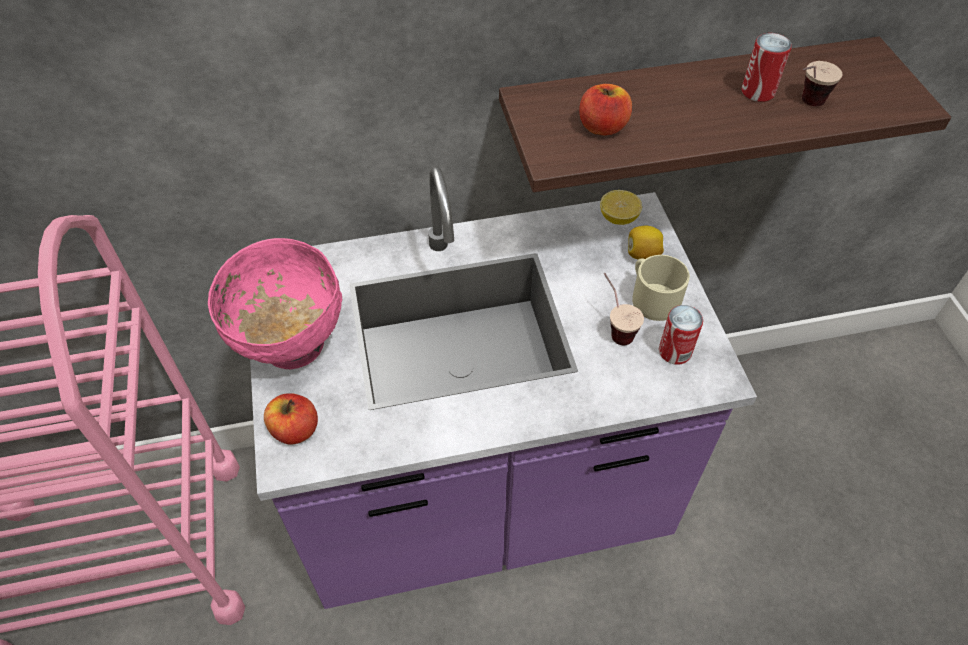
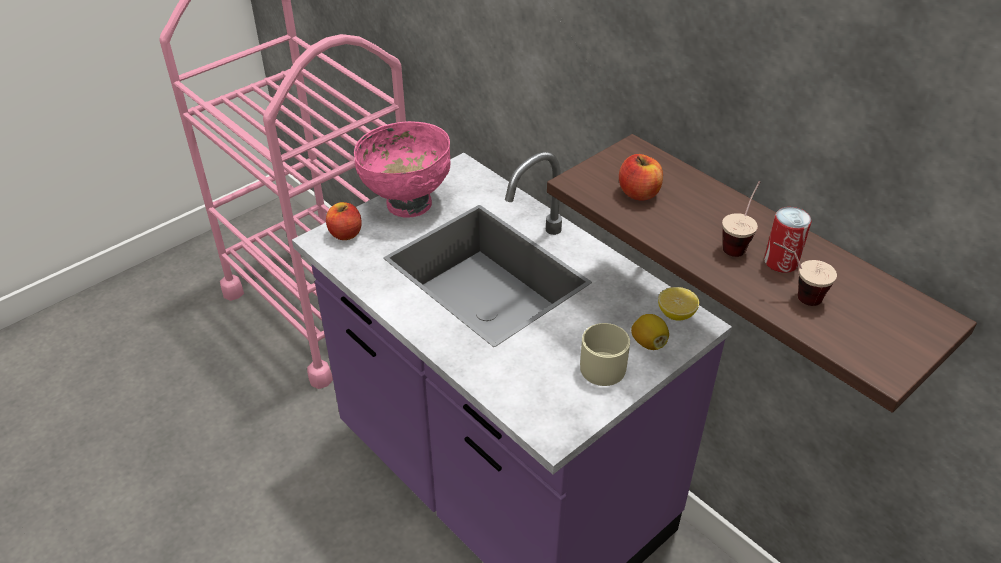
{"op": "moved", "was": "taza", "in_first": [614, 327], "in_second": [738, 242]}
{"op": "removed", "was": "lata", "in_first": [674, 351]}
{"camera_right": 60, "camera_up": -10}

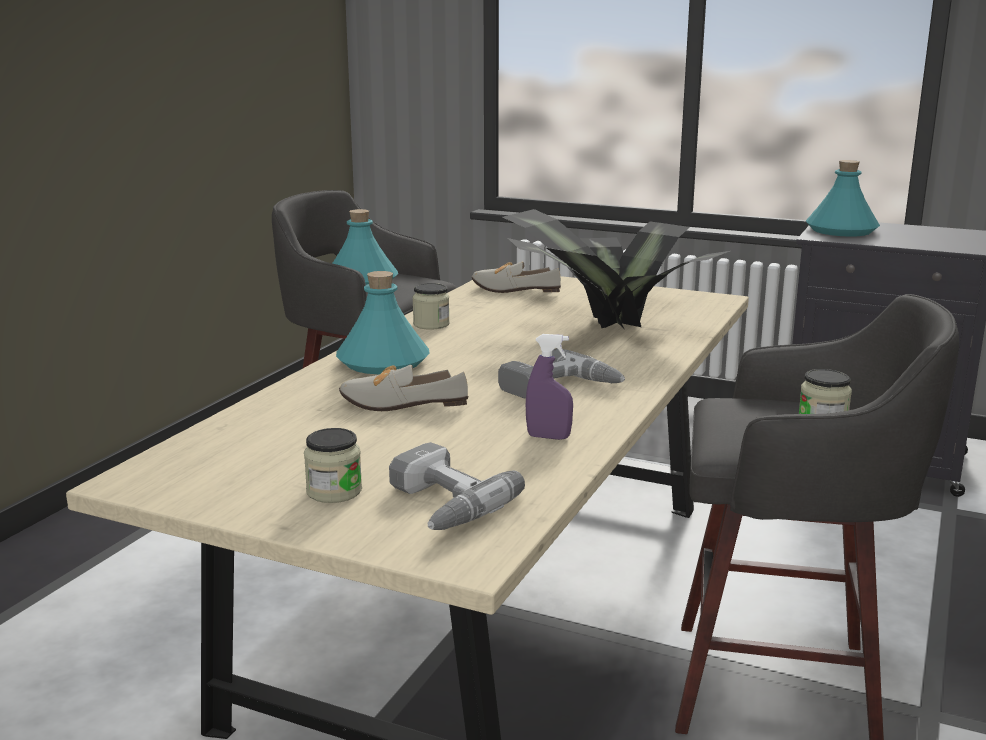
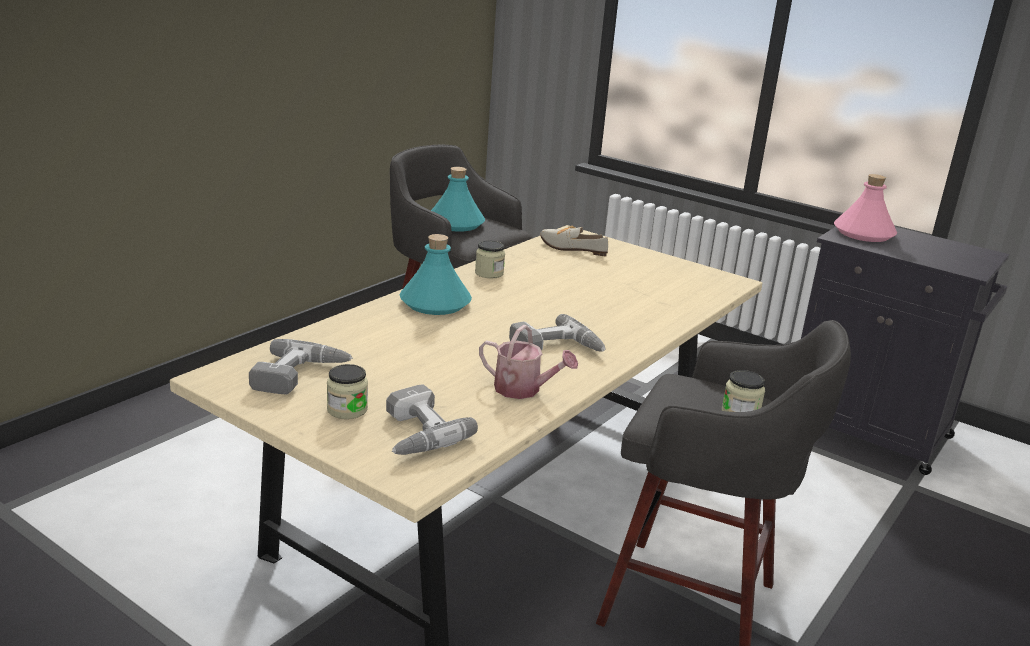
{"op": "added", "now": "taladro", "in_second": [300, 376]}
{"op": "replaced", "was": "pulverizador/morado", "now": "regadera", "in_first": [548, 437], "in_second": [523, 390]}
{"op": "recoloured", "was": "botella/turquesa", "now": "botella/rosa", "in_first": [841, 230], "in_second": [863, 233]}
{"op": "removed", "was": "zapato", "in_first": [396, 403]}
{"op": "removed", "was": "planta en maceta", "in_first": [602, 323]}
{"camera_right": 10, "camera_up": 5}

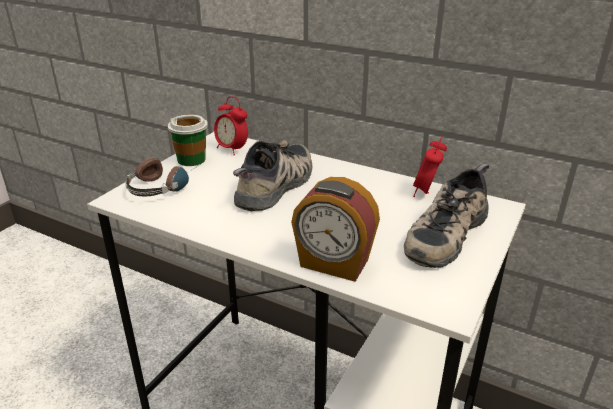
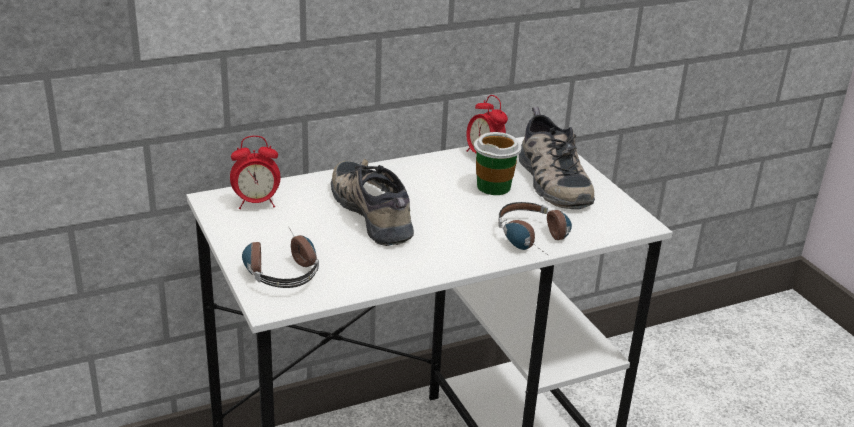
{"op": "moved", "was": "taza", "in_first": [191, 160], "in_second": [494, 186]}
{"op": "replaced", "was": "despertador", "now": "auriculares", "in_first": [333, 264], "in_second": [537, 240]}
{"camera_right": -55, "camera_up": 0}

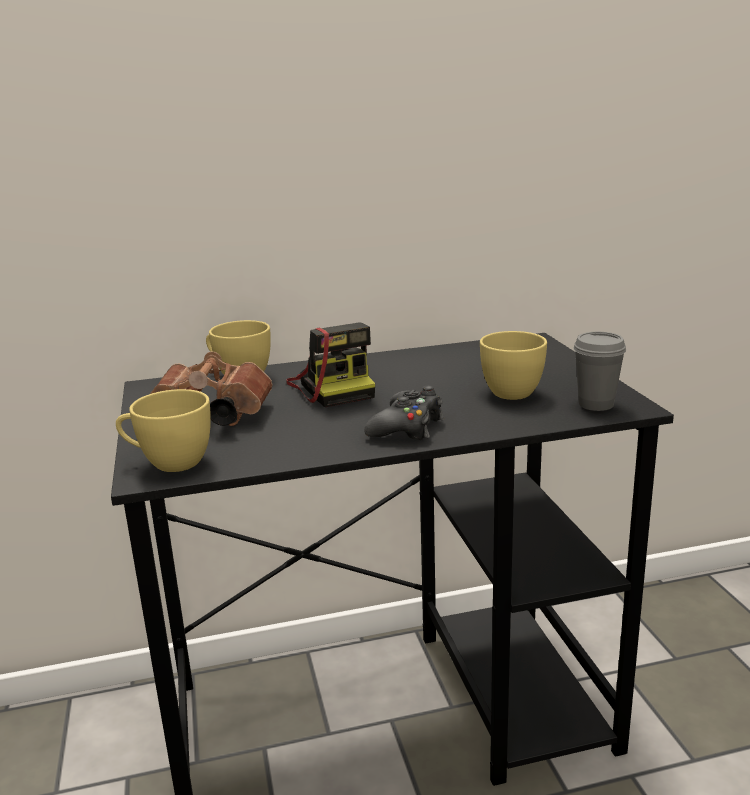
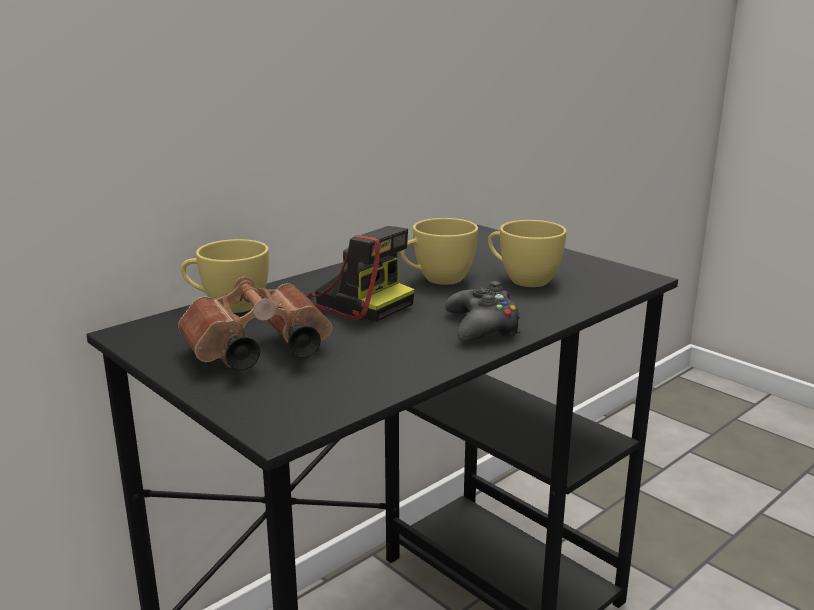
{"op": "moved", "was": "taza/amarillo", "in_first": [168, 463], "in_second": [437, 280]}
{"op": "removed", "was": "taza/gris", "in_first": [596, 404]}
{"camera_right": -30, "camera_up": 0}

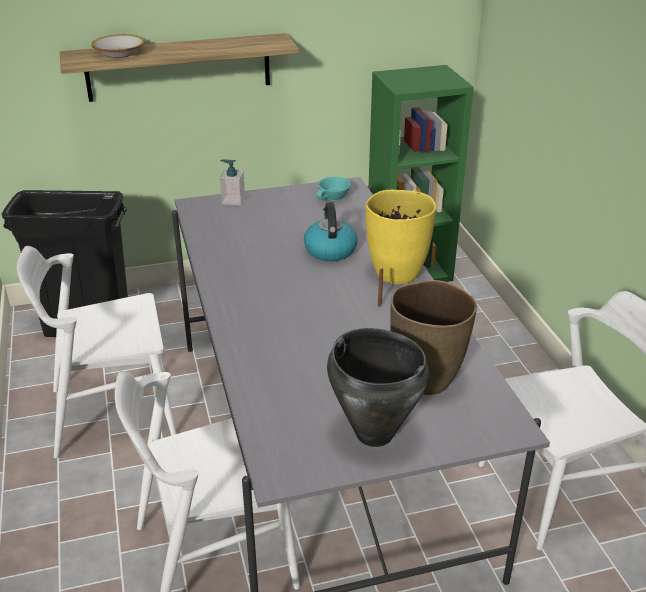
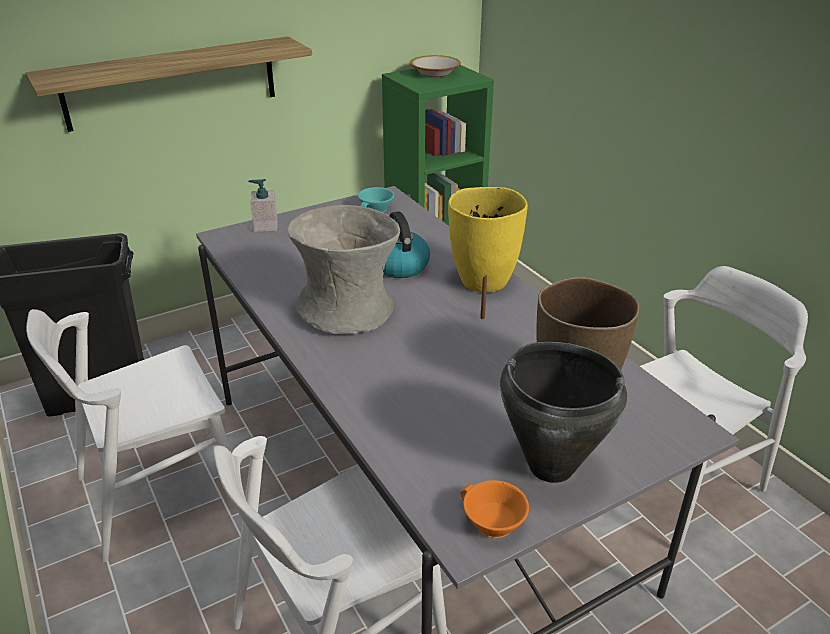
{"op": "added", "now": "florero/gris", "in_second": [348, 308]}
{"op": "moved", "was": "cuenco", "in_first": [119, 53], "in_second": [434, 73]}
{"op": "added", "now": "taza/naranja", "in_second": [491, 523]}
{"camera_right": -15, "camera_up": 0}

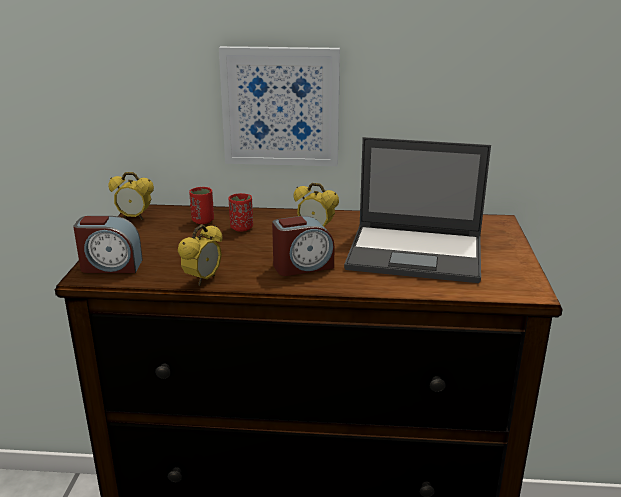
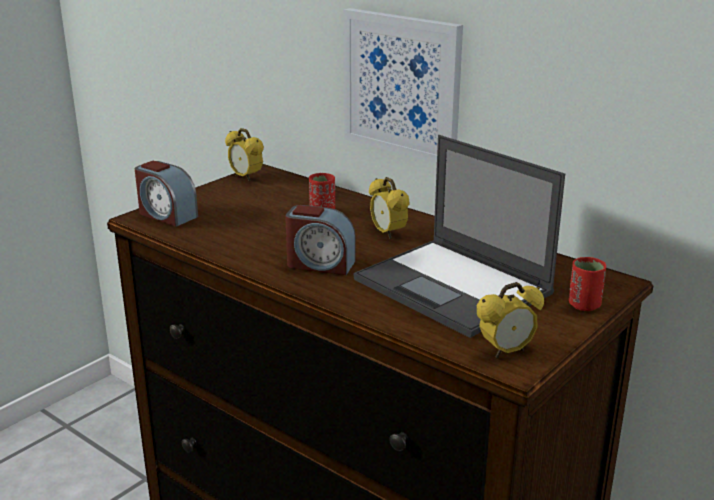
{"op": "moved", "was": "despertador", "in_first": [203, 280], "in_second": [506, 352]}
{"op": "moved", "was": "taza/rojo", "in_first": [203, 221], "in_second": [584, 305]}
{"camera_right": 35, "camera_up": 0}

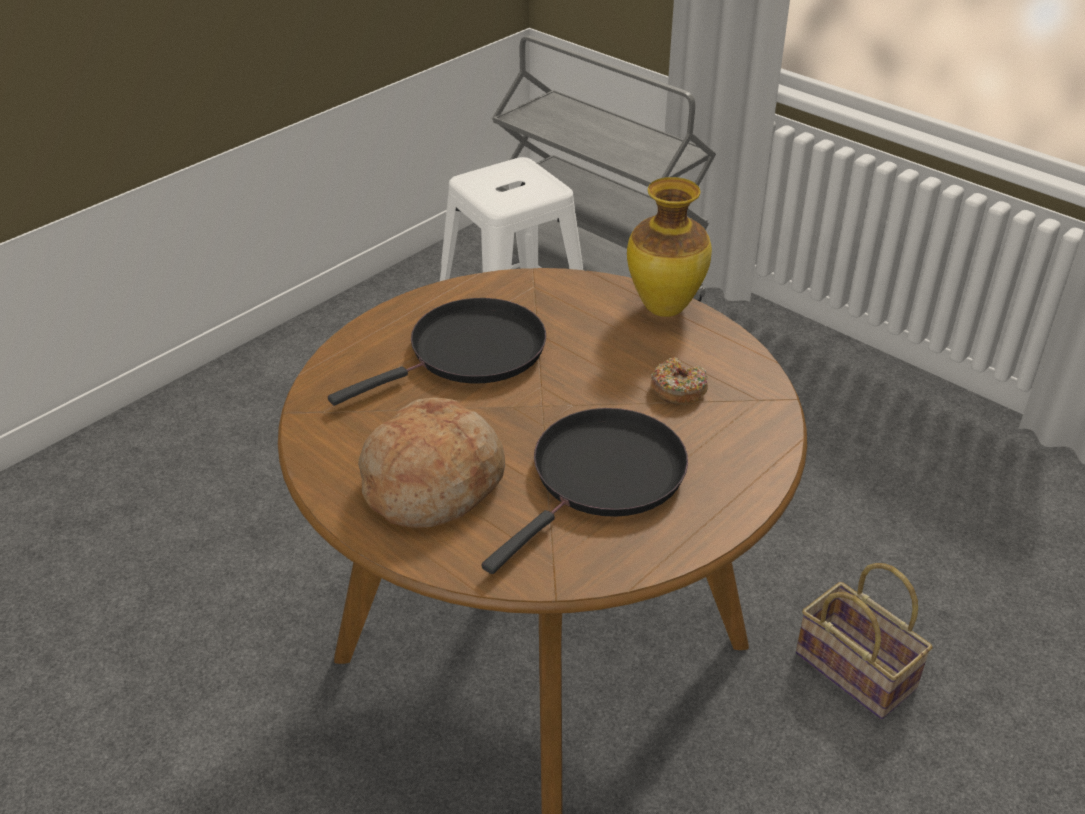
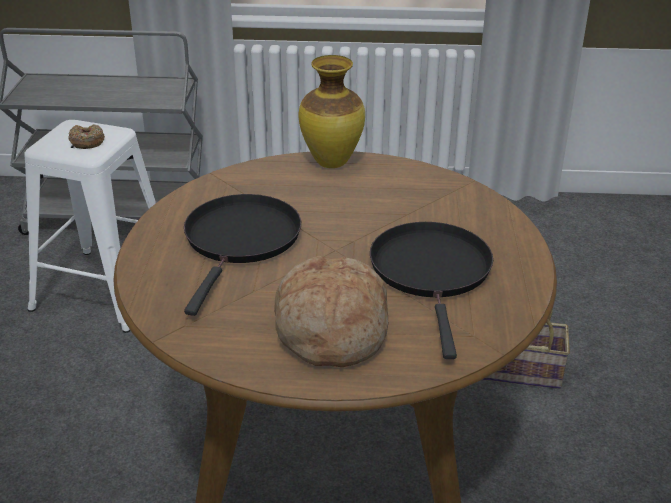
{"op": "moved", "was": "rosquilla", "in_first": [678, 390], "in_second": [87, 142]}
{"camera_right": -40, "camera_up": -5}

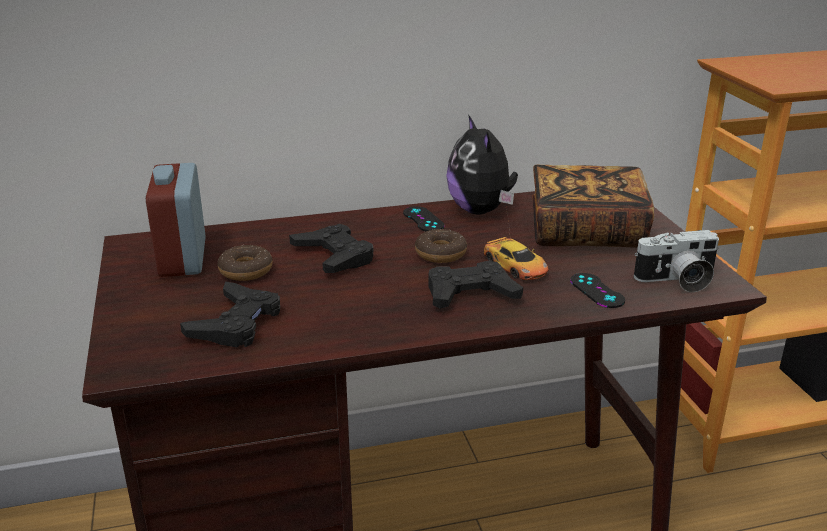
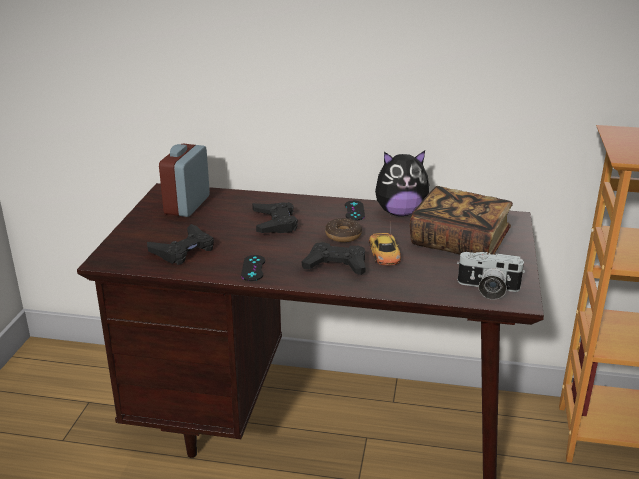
{"op": "moved", "was": "mando de consola/negro", "in_first": [597, 291], "in_second": [253, 268]}
{"op": "turned", "was": "peluche", "in_first": [481, 210], "in_second": [400, 212], "clockwise": -105}
{"op": "removed", "was": "rosquilla", "in_first": [246, 270]}
{"camera_right": 25, "camera_up": 0}

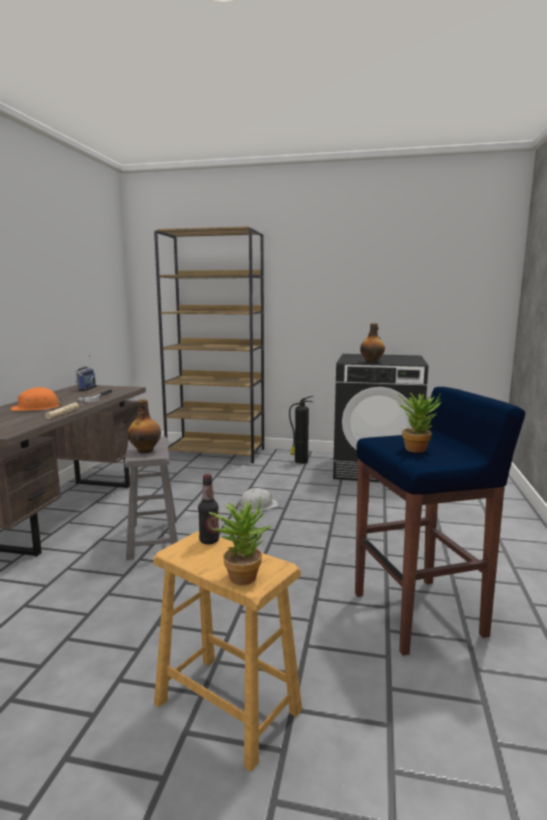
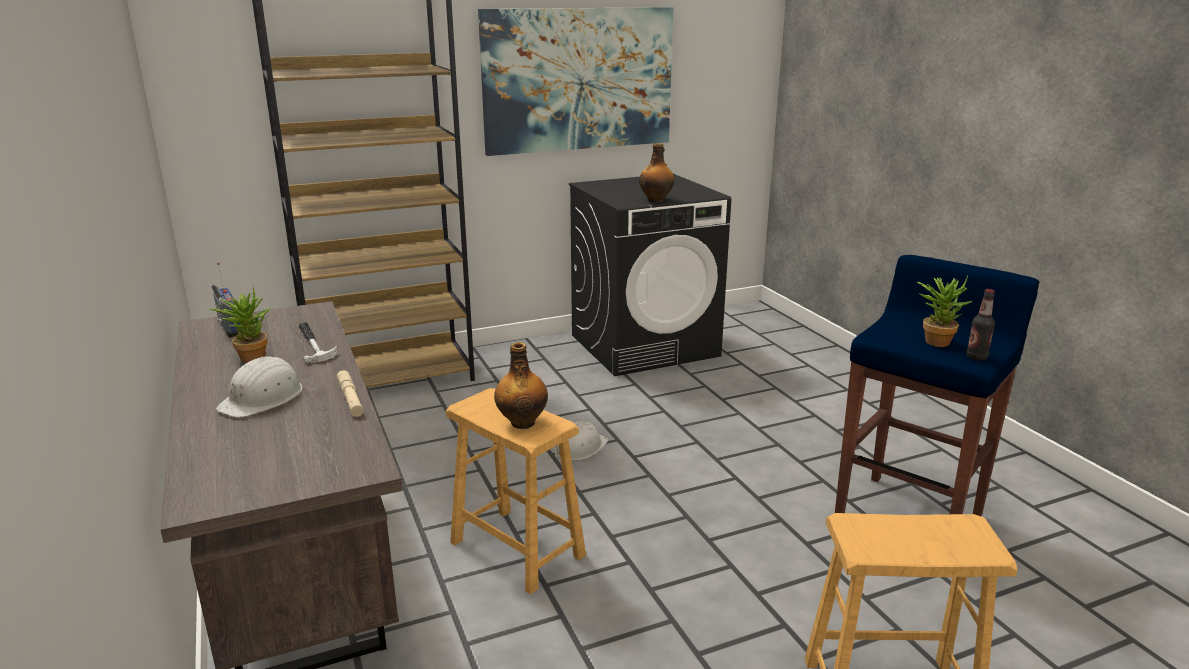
{"op": "moved", "was": "planta en maceta", "in_first": [241, 575], "in_second": [249, 357]}
{"op": "recoloured", "was": "casco/naranja", "now": "casco/blanco", "in_first": [37, 408], "in_second": [263, 398]}
{"op": "recoloured", "was": "taburete/gris", "now": "taburete/marrón", "in_first": [153, 539], "in_second": [517, 549]}
{"op": "added", "now": "cuadro", "in_second": [579, 80]}
{"op": "moved", "was": "botella", "in_first": [209, 540], "in_second": [976, 357]}
{"op": "removed", "was": "extintor", "in_first": [300, 461]}
{"camera_right": -35, "camera_up": 10}

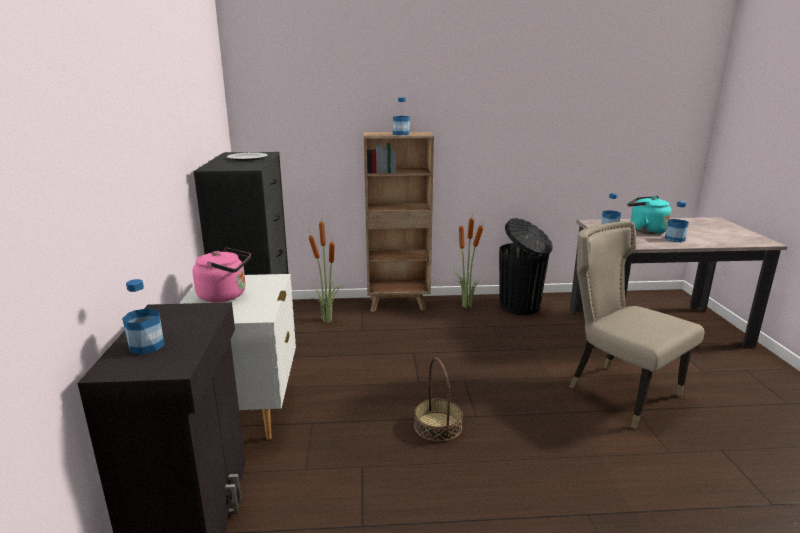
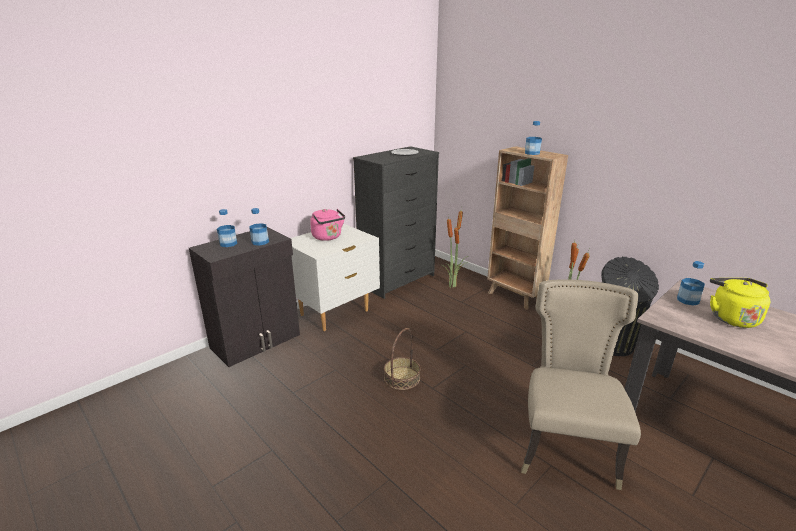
{"op": "moved", "was": "botella", "in_first": [674, 239], "in_second": [260, 242]}
{"op": "recoloured", "was": "hervidor/turquesa", "now": "hervidor/amarillo", "in_first": [645, 230], "in_second": [731, 317]}
{"camera_right": 50, "camera_up": 5}

